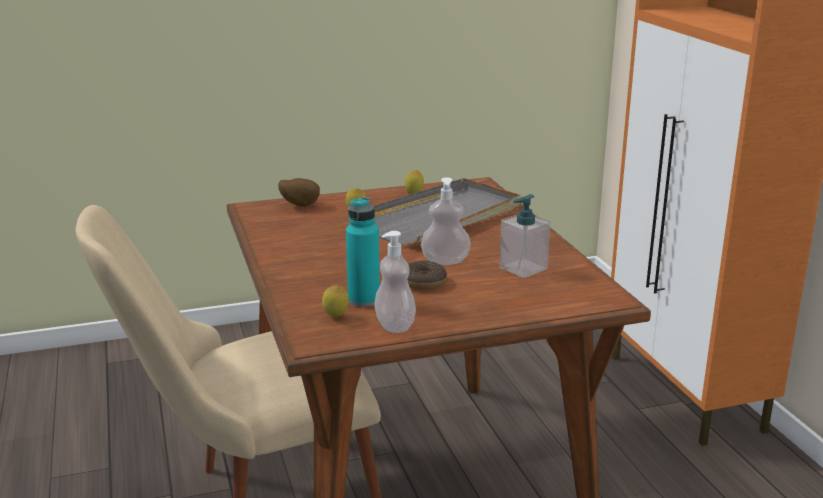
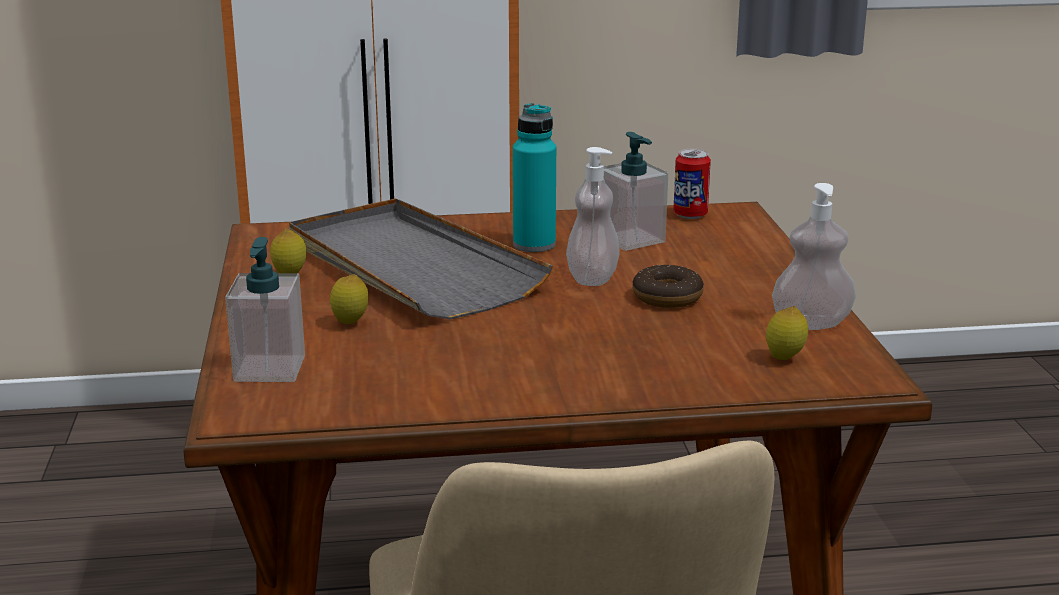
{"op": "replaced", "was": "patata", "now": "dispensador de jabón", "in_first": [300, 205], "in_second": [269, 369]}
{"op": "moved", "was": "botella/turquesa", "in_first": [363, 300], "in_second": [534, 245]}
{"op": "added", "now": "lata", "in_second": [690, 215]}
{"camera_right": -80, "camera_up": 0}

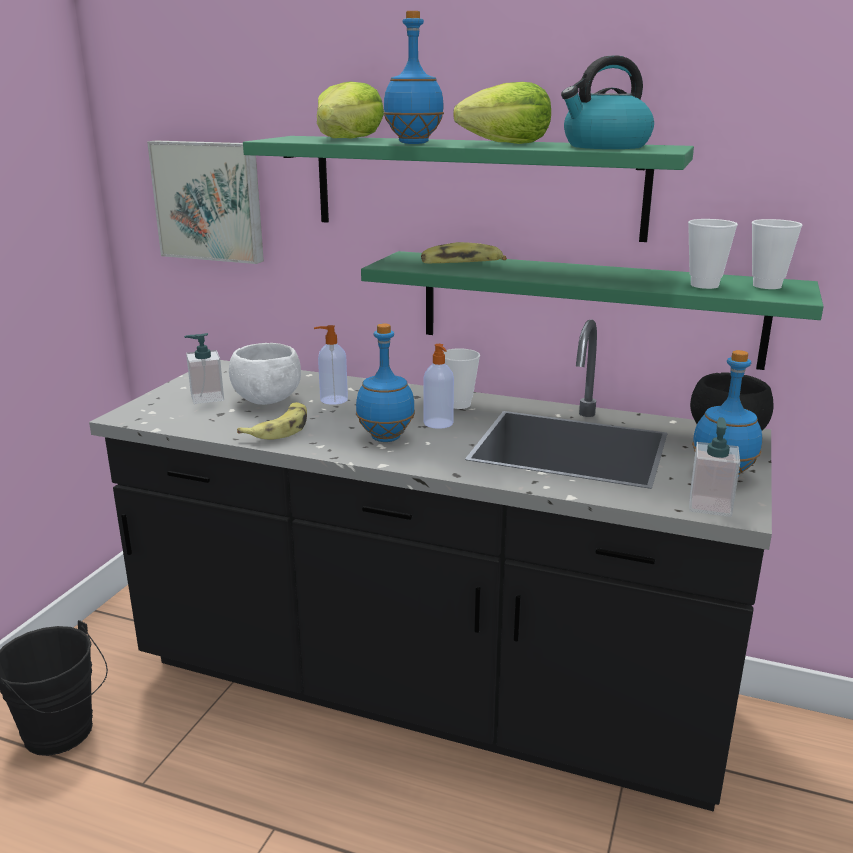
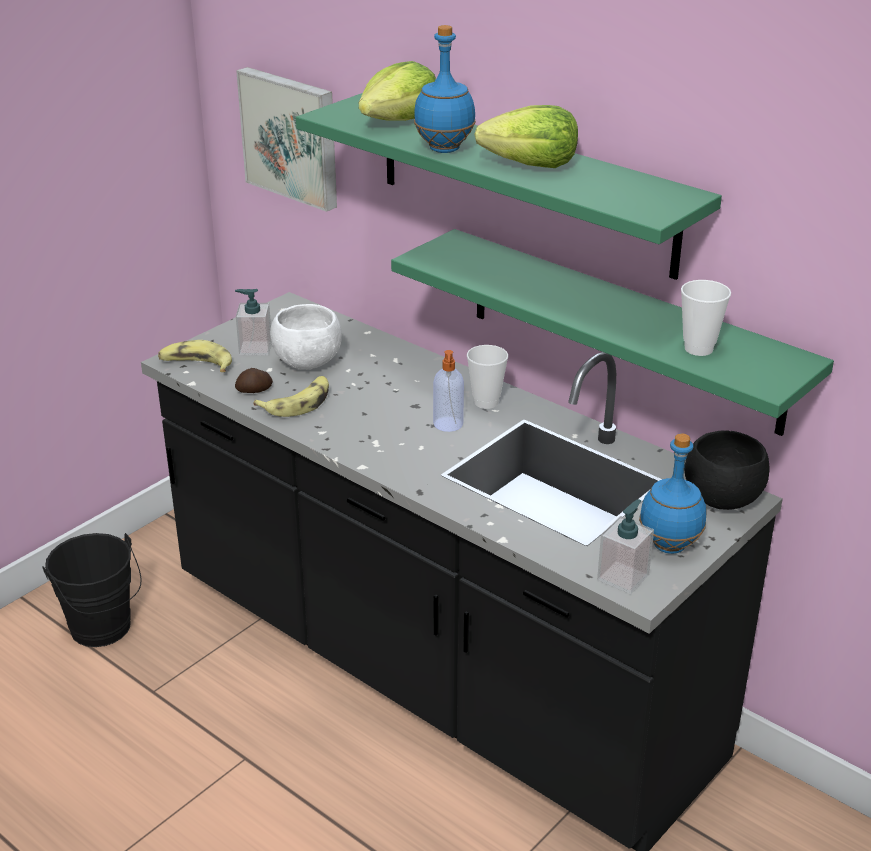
{"op": "moved", "was": "plátano", "in_first": [461, 265], "in_second": [196, 365]}
{"op": "added", "now": "patata", "in_second": [254, 391]}
{"op": "removed", "was": "dispensador de jabón", "in_first": [332, 400]}
{"op": "removed", "was": "botella/azul", "in_first": [385, 438]}
{"op": "removed", "was": "hervidor", "in_first": [605, 146]}
{"op": "removed", "was": "taza", "in_first": [767, 286]}
{"camera_right": 20, "camera_up": 10}

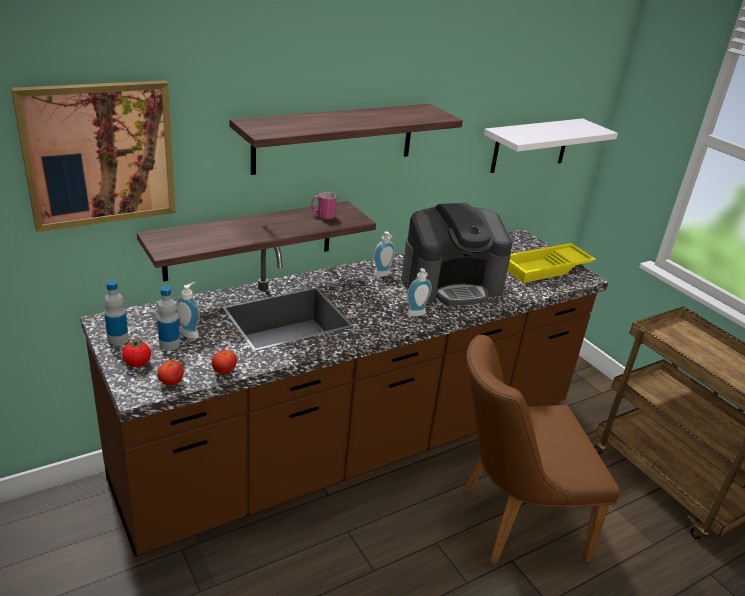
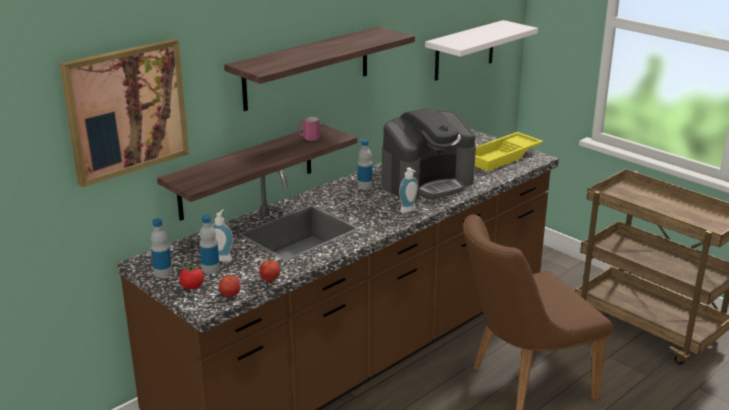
{"op": "replaced", "was": "dispensador de jabón", "now": "botella", "in_first": [383, 275], "in_second": [364, 186]}
{"camera_right": -10, "camera_up": -5}

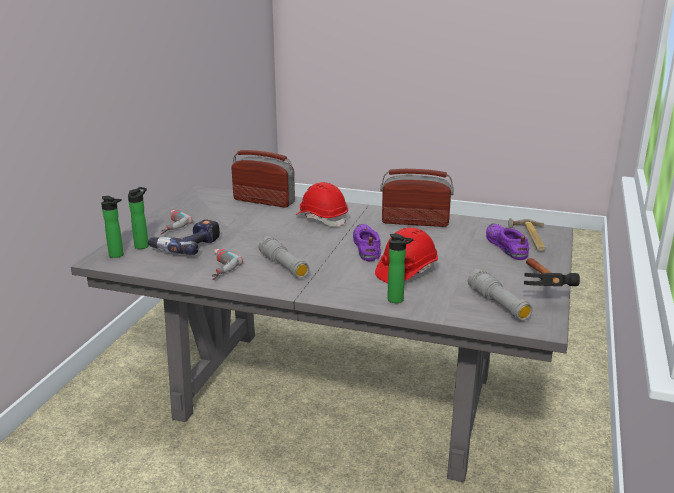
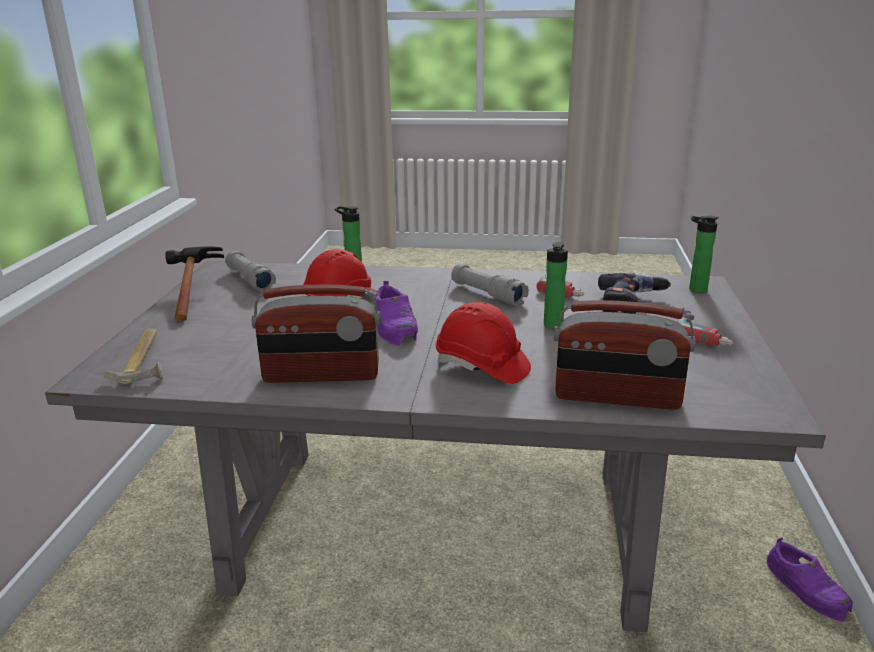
{"op": "moved", "was": "botella", "in_first": [143, 245], "in_second": [552, 326]}
{"op": "moved", "was": "zapato/morado", "in_first": [506, 246], "in_second": [807, 588]}
{"camera_right": 170, "camera_up": 0}

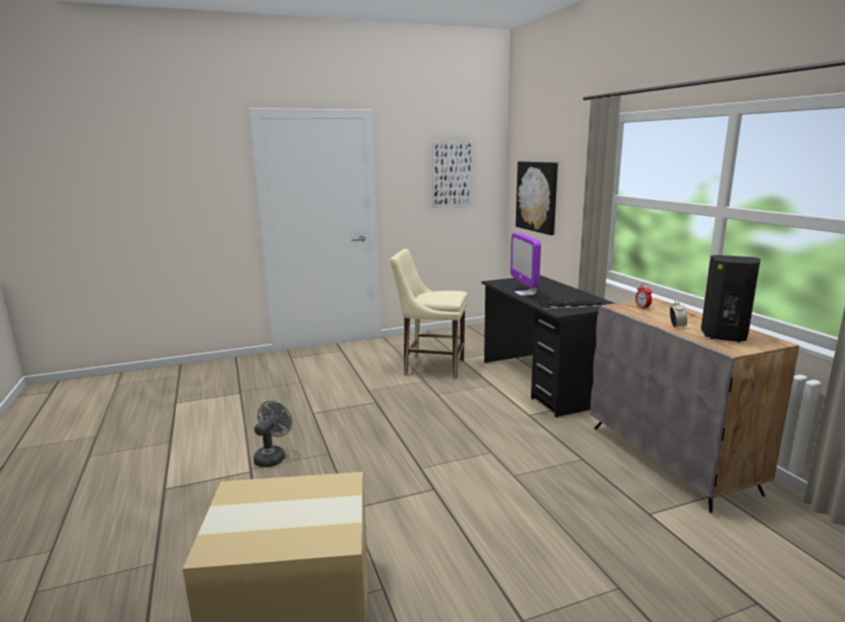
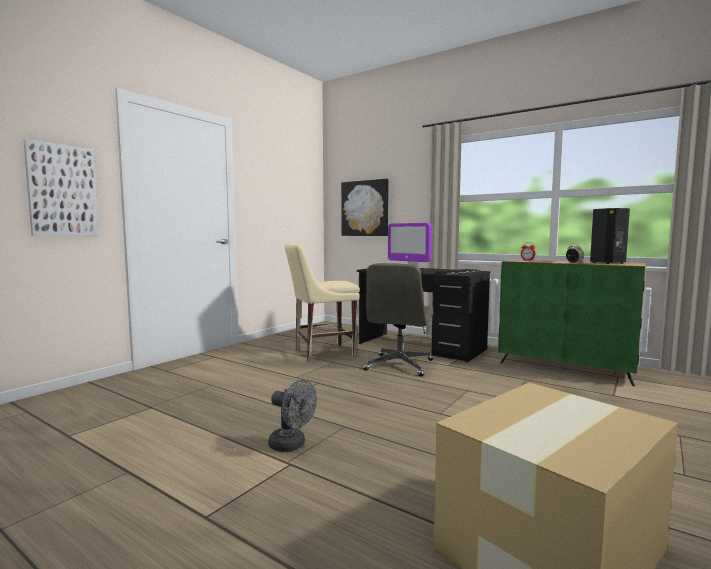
{"op": "moved", "was": "cuadro", "in_first": [452, 174], "in_second": [63, 190]}
{"op": "turned", "was": "ventilador/gris", "in_first": [272, 456], "in_second": [292, 445], "clockwise": 135}
{"op": "added", "now": "silla de oficina/gris", "in_second": [399, 365]}
{"op": "recoloured", "was": "armario/gris", "now": "armario/verde", "in_first": [671, 459], "in_second": [566, 367]}
{"camera_right": -35, "camera_up": -10}

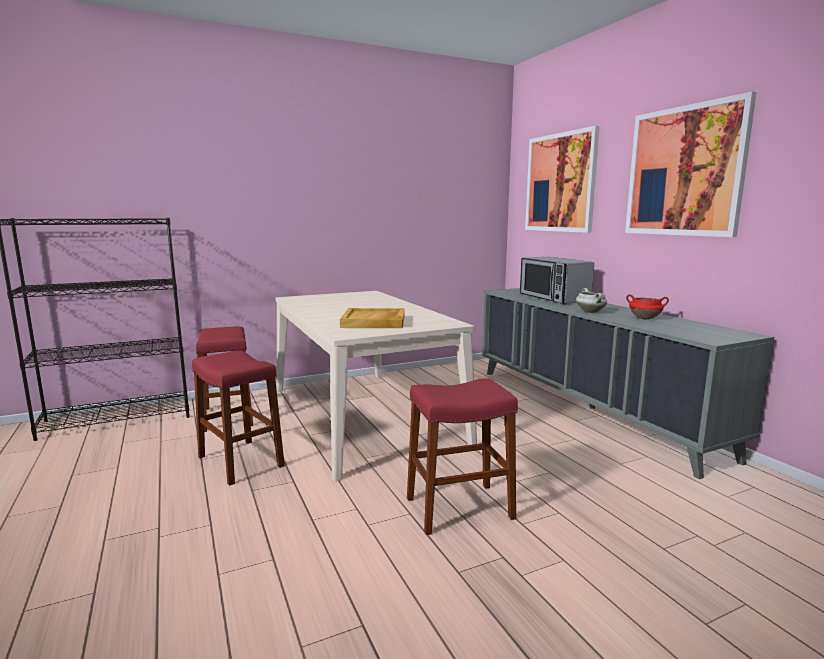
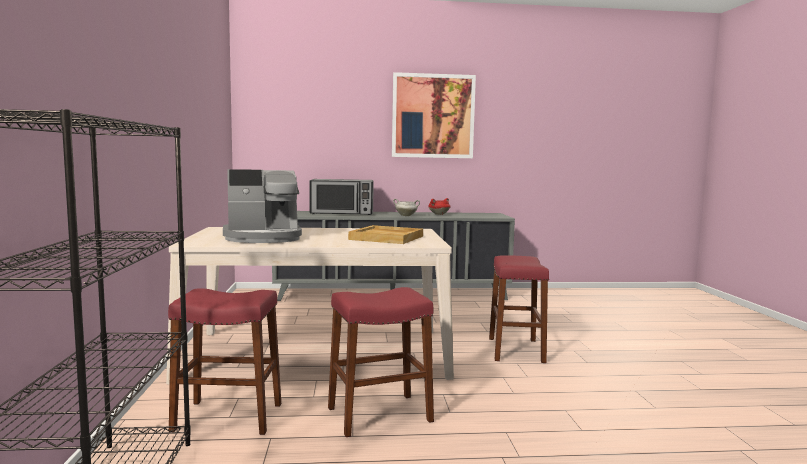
{"op": "added", "now": "cafetera", "in_second": [263, 238]}
{"op": "removed", "was": "cuadro", "in_first": [560, 183]}
{"camera_right": -70, "camera_up": -5}

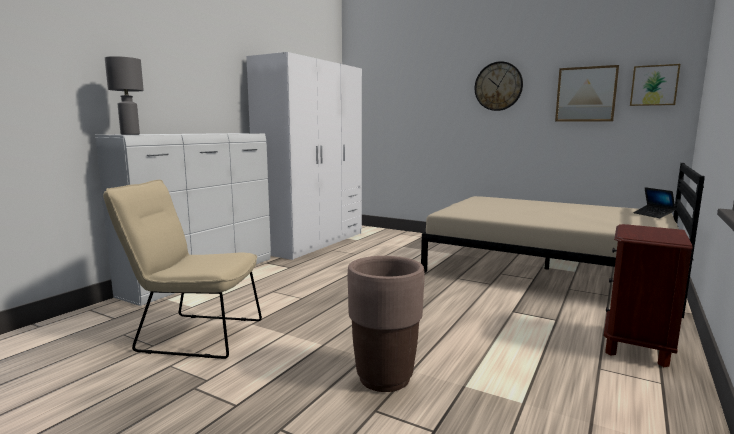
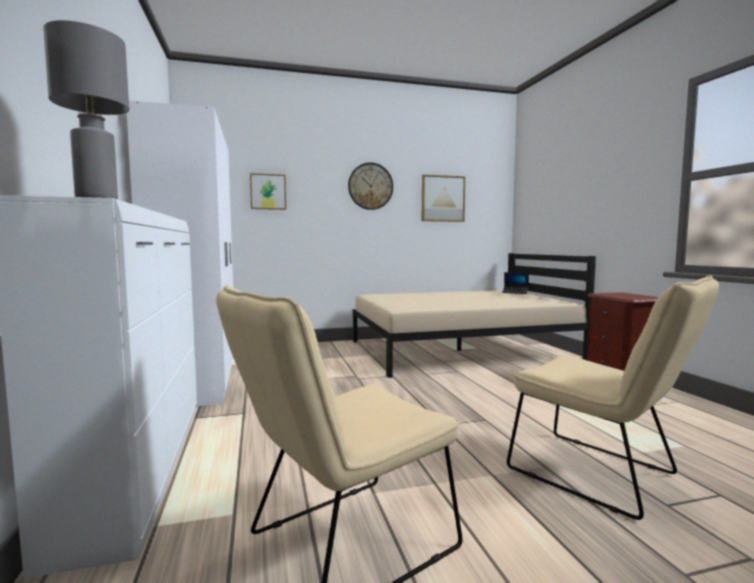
{"op": "moved", "was": "cuadro", "in_first": [654, 85], "in_second": [268, 192]}
{"op": "replaced", "was": "maceta/marrón", "now": "silla/beis", "in_first": [384, 378], "in_second": [602, 476]}
{"camera_right": -45, "camera_up": -5}

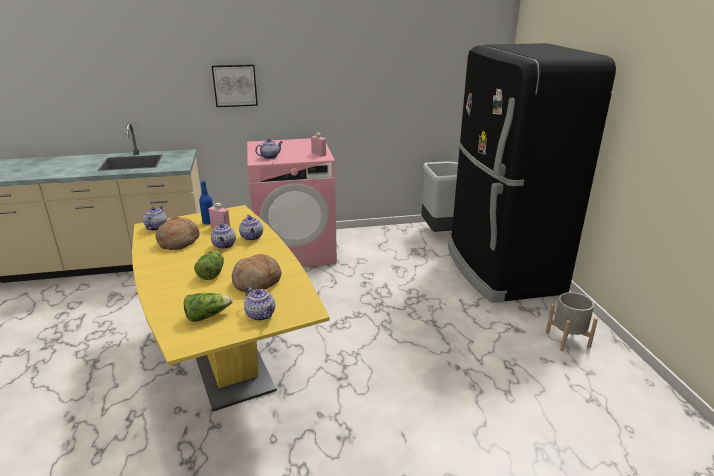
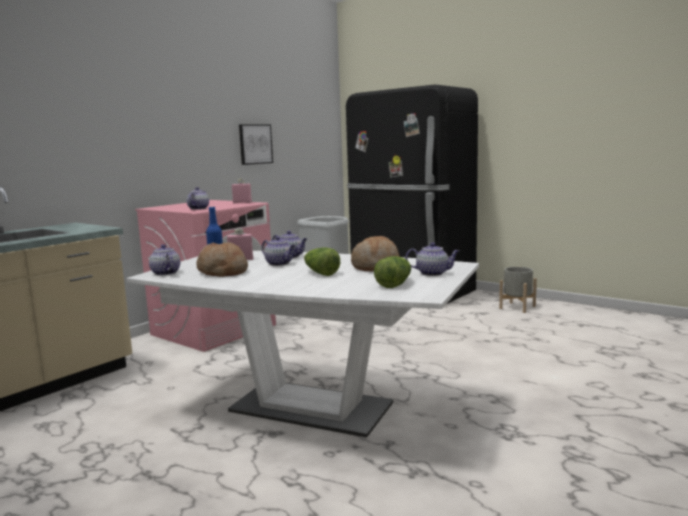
{"op": "recoloured", "was": "mesa de comedor/amarillo", "now": "mesa de comedor/blanco", "in_first": [230, 362], "in_second": [311, 408]}
{"op": "moved", "was": "cuadro", "in_first": [235, 85], "in_second": [255, 144]}
{"camera_right": -40, "camera_up": -15}

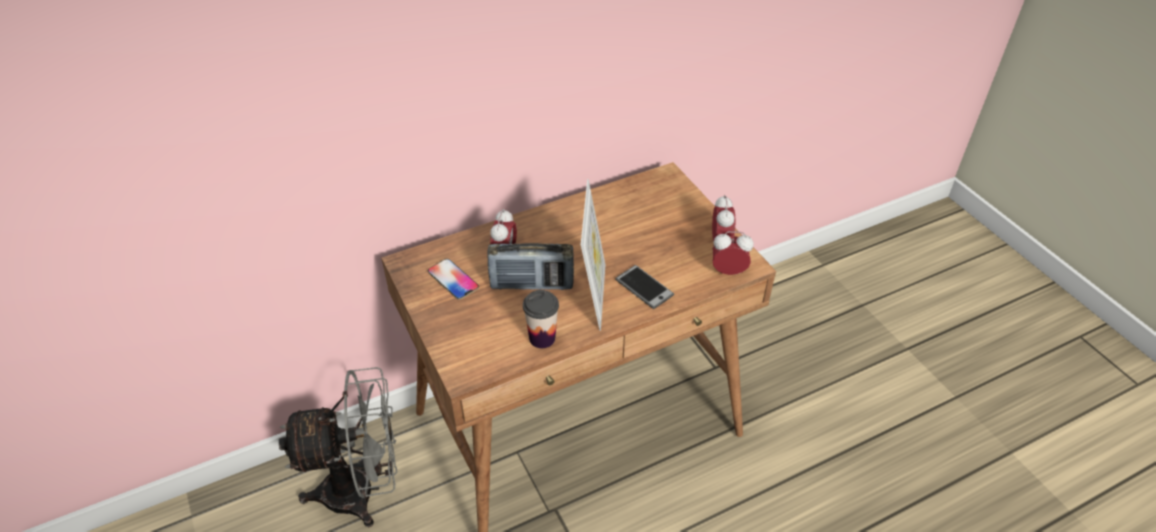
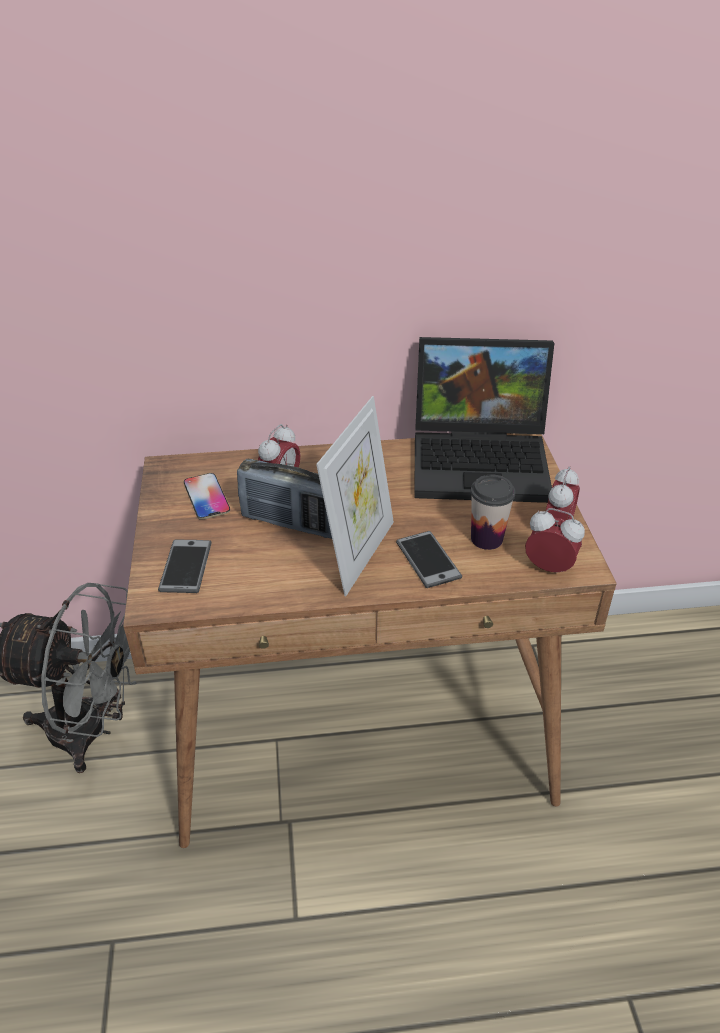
{"op": "added", "now": "móvil", "in_second": [185, 567]}
{"op": "added", "now": "portátil", "in_second": [483, 460]}
{"op": "moved", "was": "taza", "in_first": [542, 338], "in_second": [486, 539]}
{"camera_right": 20, "camera_up": -5}

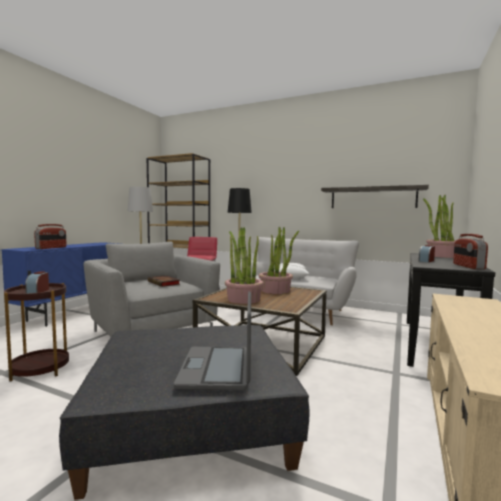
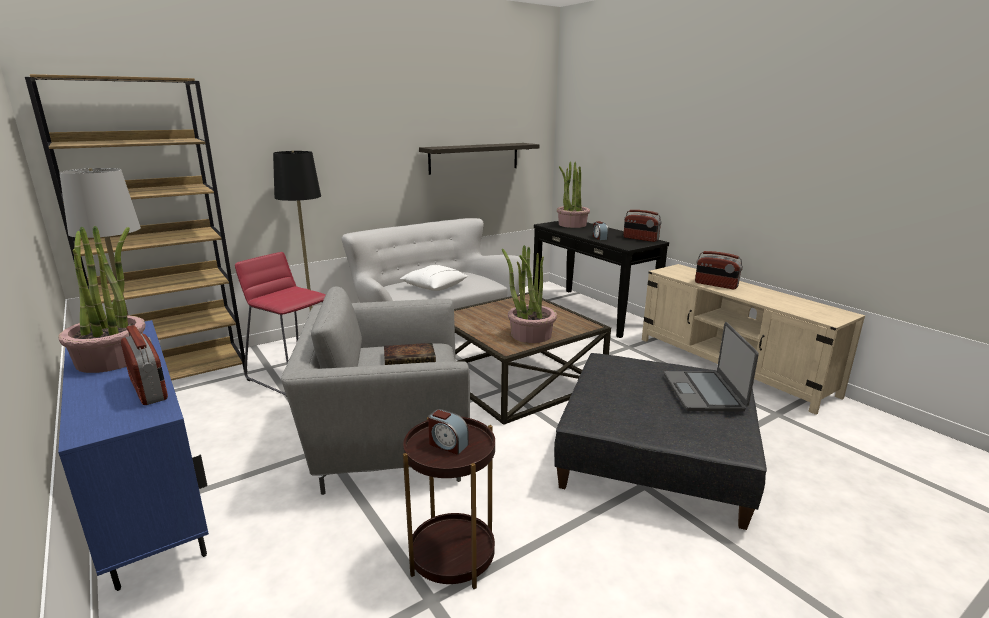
{"op": "moved", "was": "planta en maceta", "in_first": [275, 290], "in_second": [111, 359]}
{"op": "turned", "was": "portátil", "in_first": [218, 368], "in_second": [704, 392], "clockwise": 60}
{"op": "added", "now": "radio", "in_second": [716, 285]}
{"camera_right": -60, "camera_up": 15}

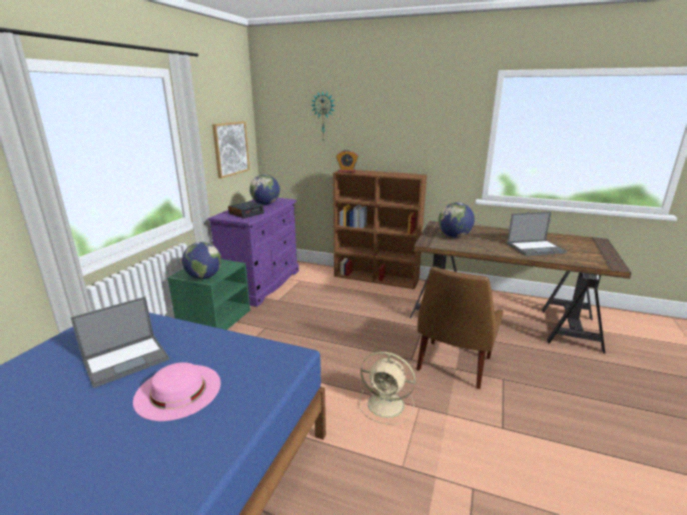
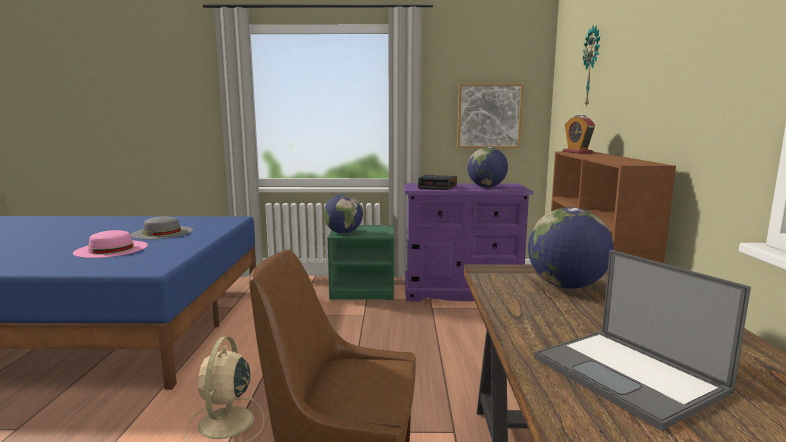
{"op": "replaced", "was": "portátil", "now": "sombrero/gris", "in_first": [127, 359], "in_second": [162, 232]}
{"camera_right": 70, "camera_up": -10}

